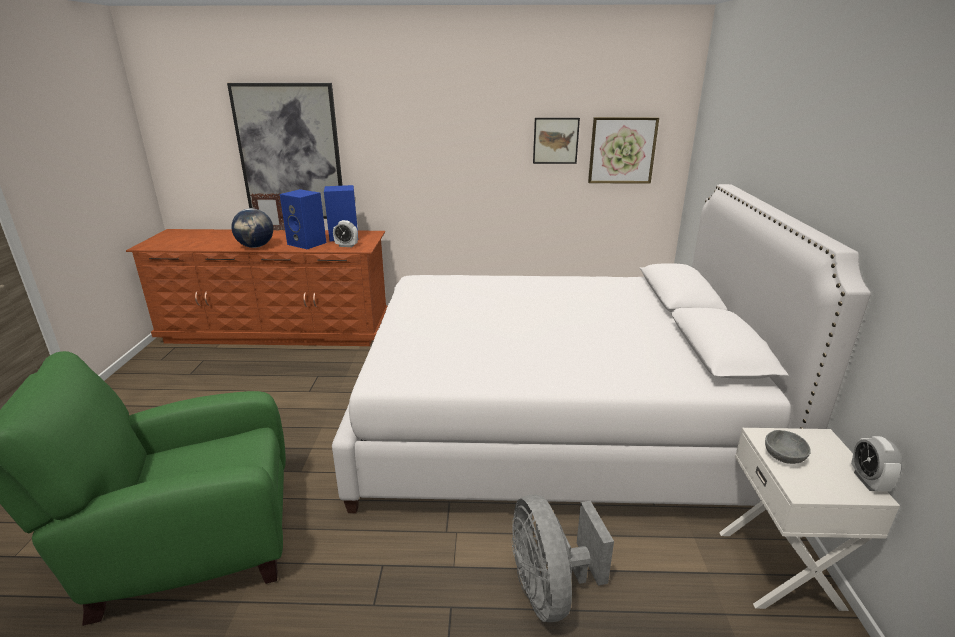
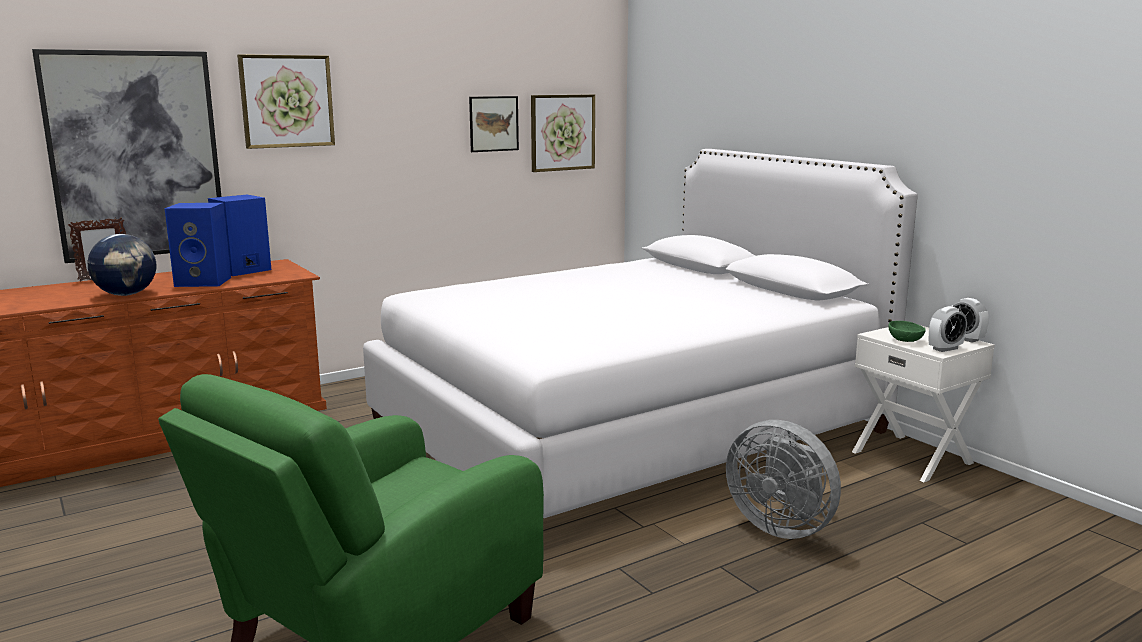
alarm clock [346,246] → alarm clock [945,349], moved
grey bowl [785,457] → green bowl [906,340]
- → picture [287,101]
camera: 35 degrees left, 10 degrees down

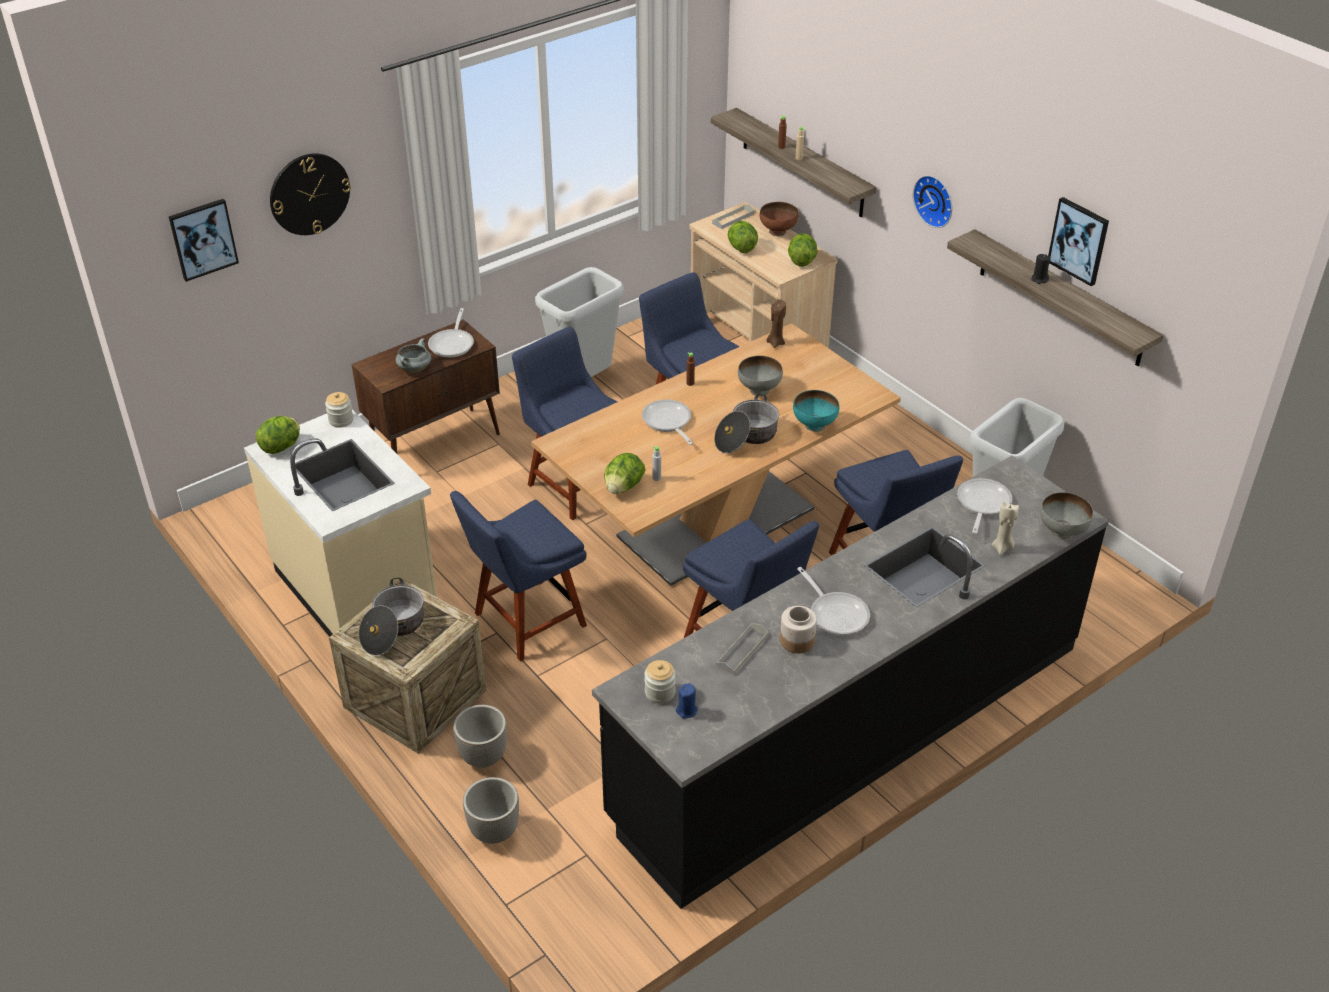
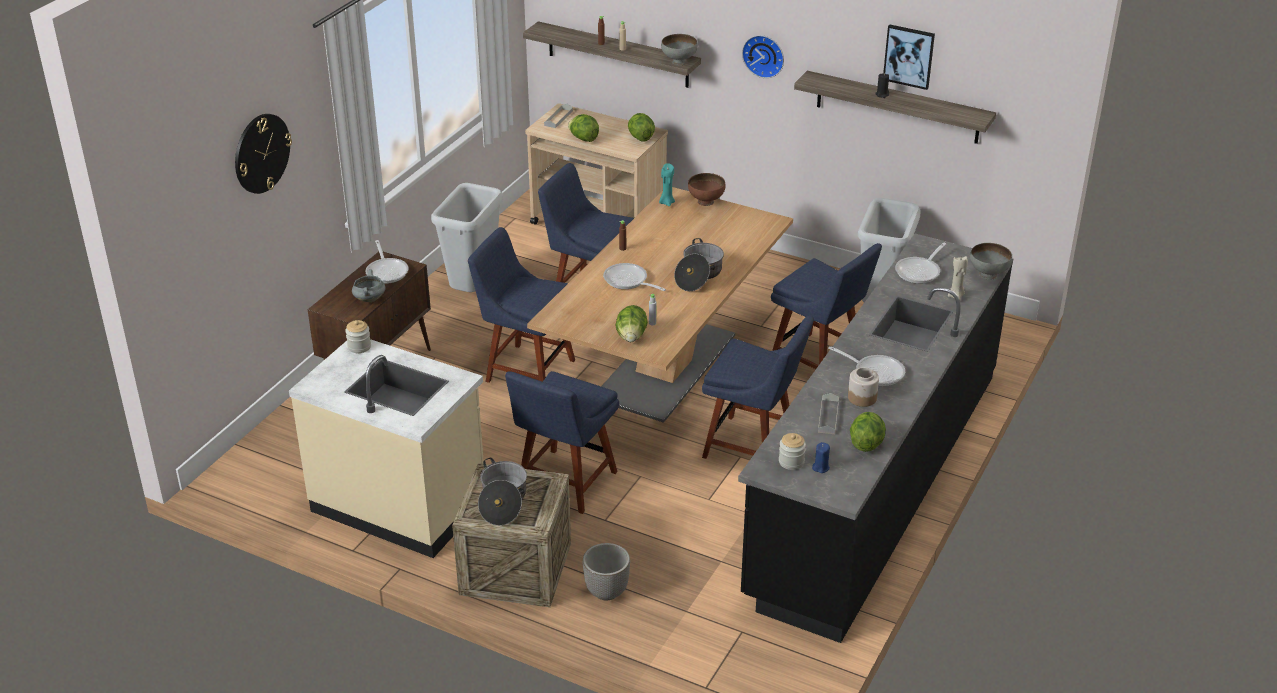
picture [203,239] → -
lettuce [282,447] → lettuce [866,443], moved
planter [494,831] → -
grey bowl [759,390] → grey bowl [679,61], moved
brown bowl [778,232] → brown bowl [706,202], moved
brown candle [775,343] → turquoise candle [666,202]
turquoise bowl [814,425] → -
frying pan [982,504] → frying pan [920,271], 135 degrees counterclockwise
camera: 25 degrees left, 5 degrees down

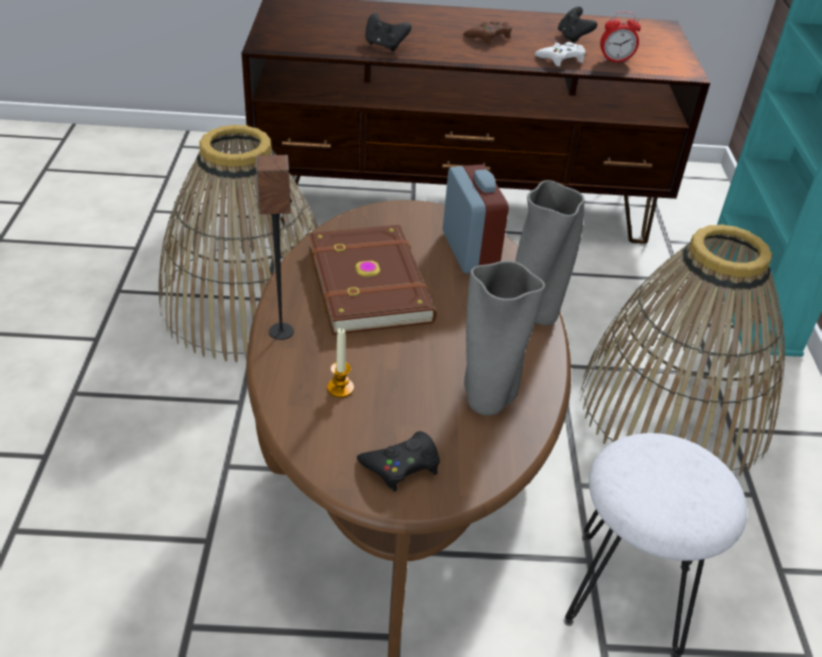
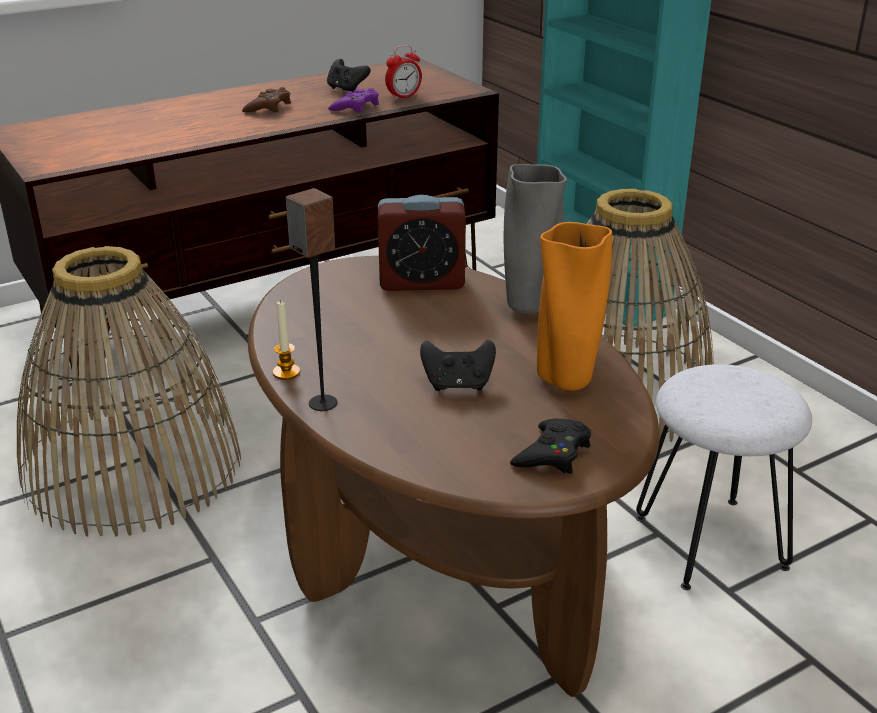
brown book [372,283] → -
candle [340,388] → candle [286,372], moved
black game controller [385,46] → black game controller [458,385], moved
alarm clock [470,251] → alarm clock [421,282], 135 degrees clockwise
grey vase [487,401] → orange vase [565,381]
white game controller [561,59] → purple game controller [356,107]
camera: 30 degrees left, 10 degrees down

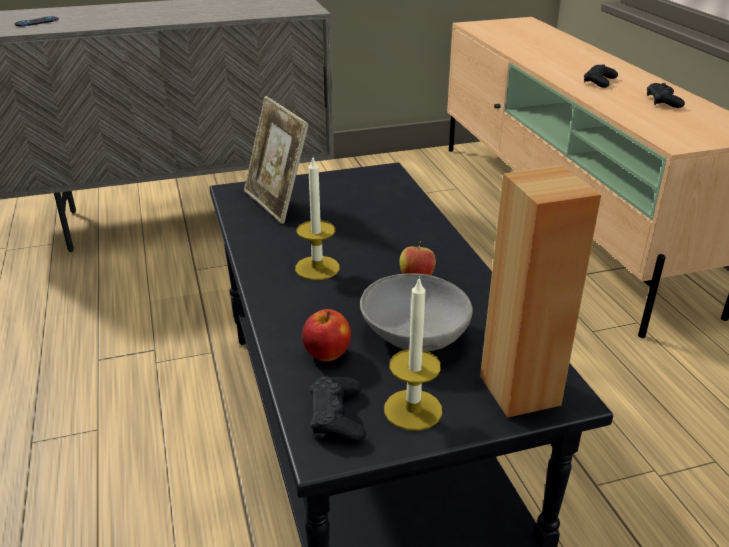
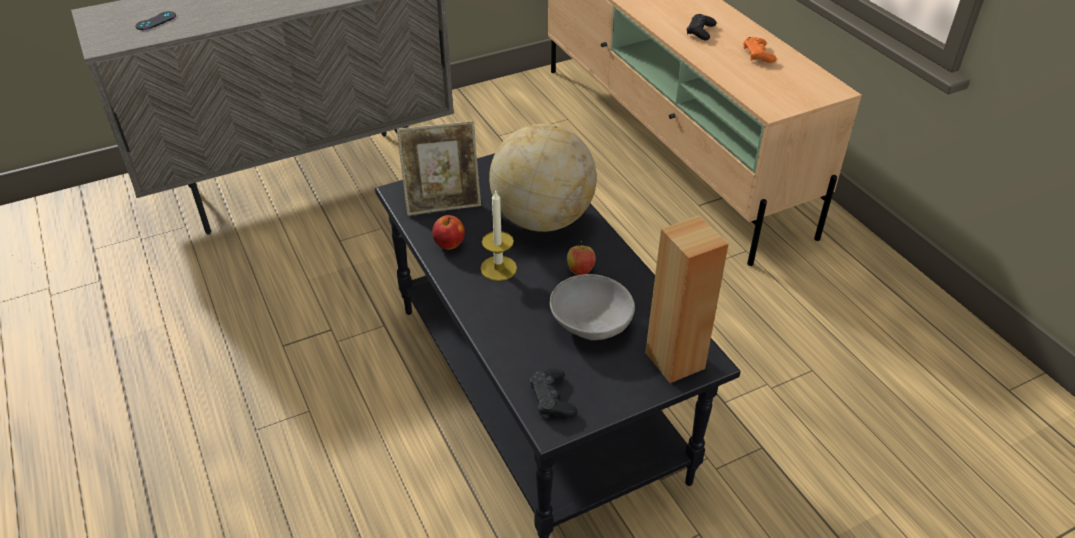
picture frame [277,203] → picture frame [443,202], 60 degrees counterclockwise
apple [327,354] → apple [449,244], moved
candle [413,409] → -
black game controller [663,101] → orange game controller [758,55]
- → globe [542,219]
camera: 10 degrees left, 10 degrees up

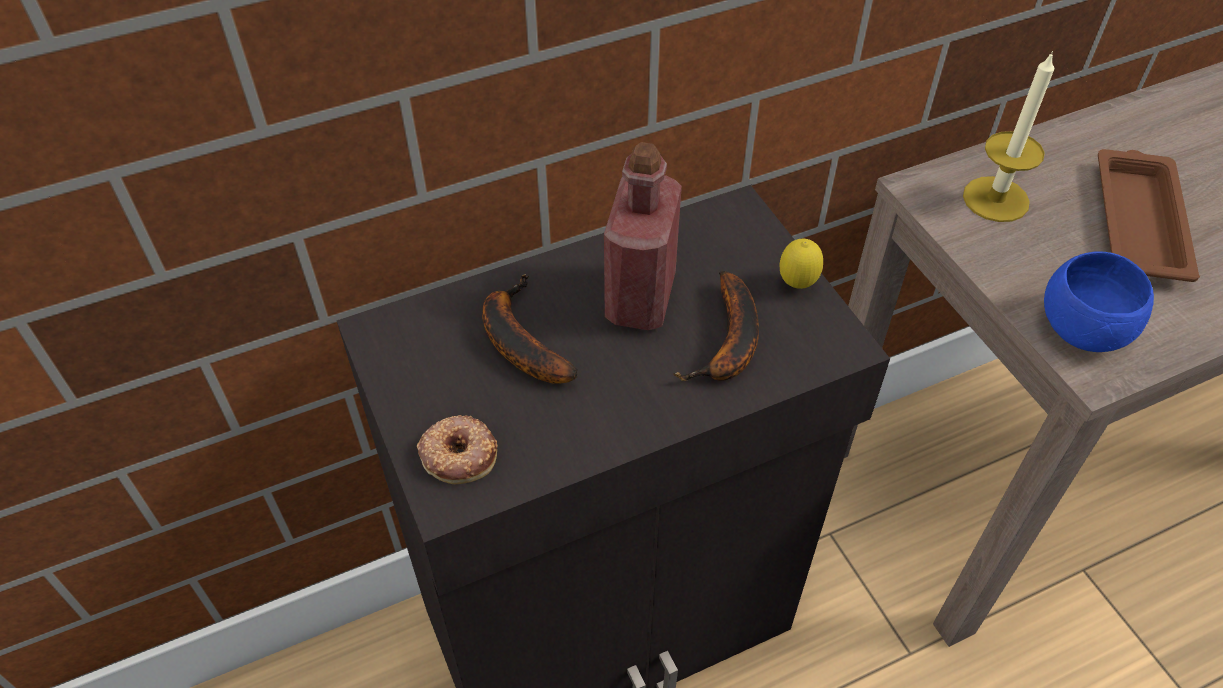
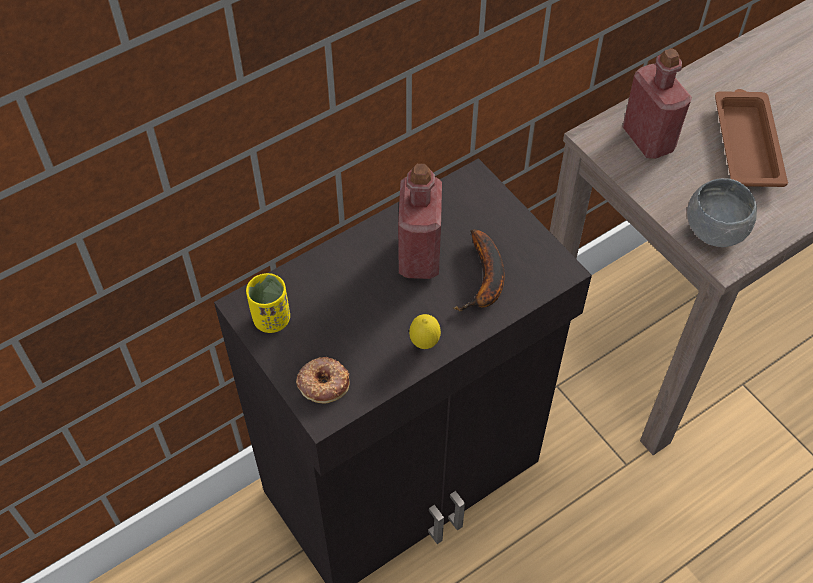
banana [518,340] → -
lemon [797,285] → lemon [424,343], moved
candle [995,199] → red bottle [648,139]
blue bowl [1082,329] → grey bowl [715,230]
- → yellow cup [271,319]
camera: 10 degrees left, 5 degrees up

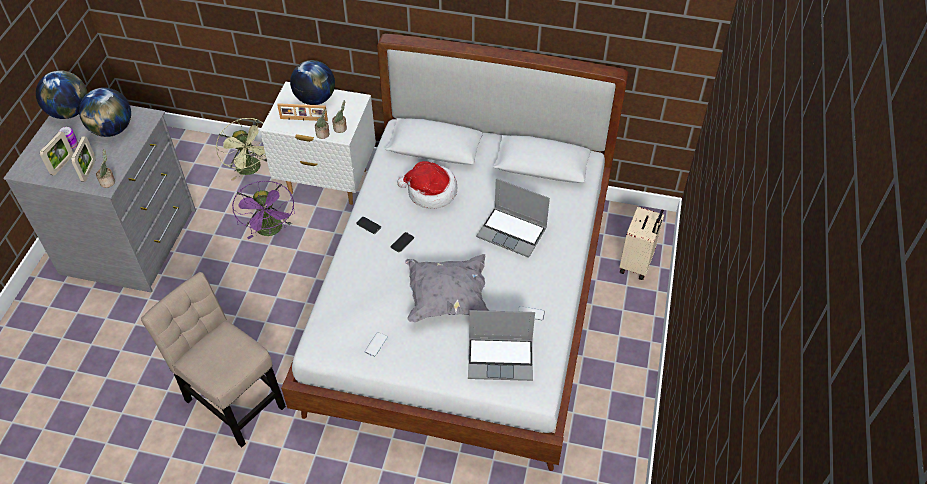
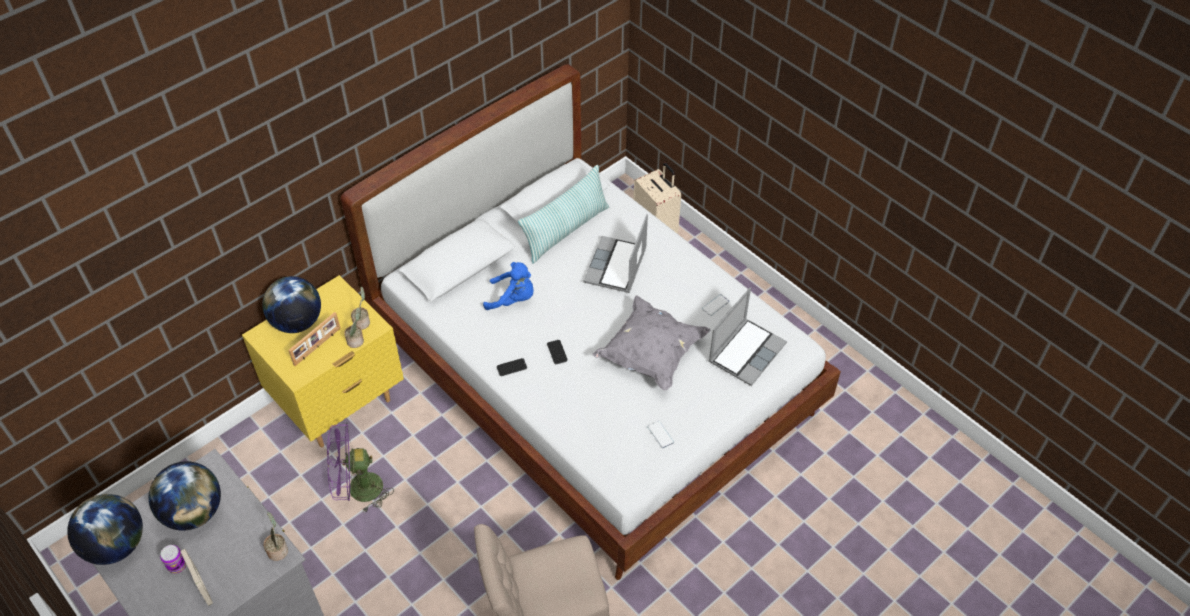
picture frame [89,170] → -
green fan [251,169] → -
purple fan [271,231] → purple fan [358,490], 150 degrees clockwise
white nightstand [328,182] → yellow nightstand [339,405]
hat [430,192] → blue plush toy [513,299]
laptop [513,232] → laptop [616,267], 135 degrees clockwise
- → pillow [566,230]
camera: 55 degrees left, 0 degrees up

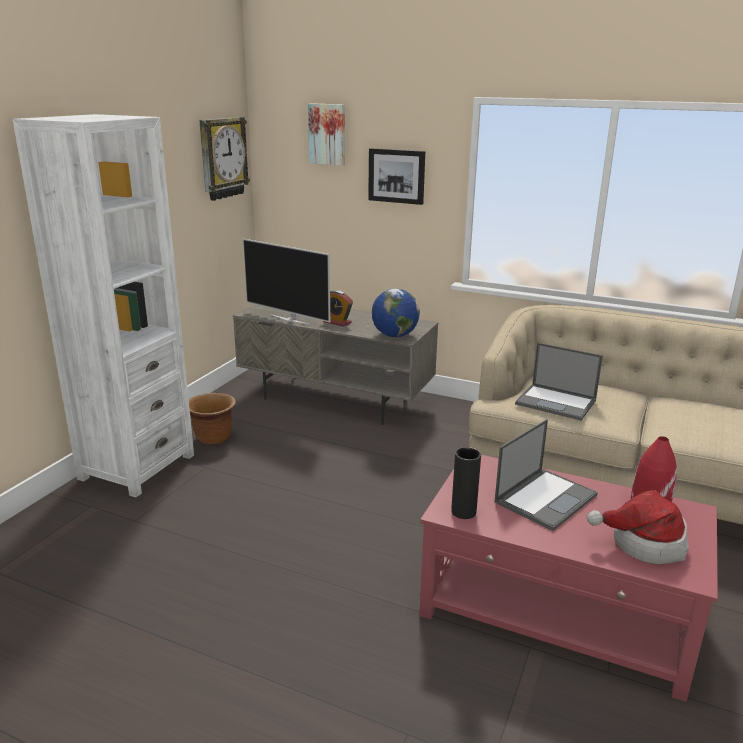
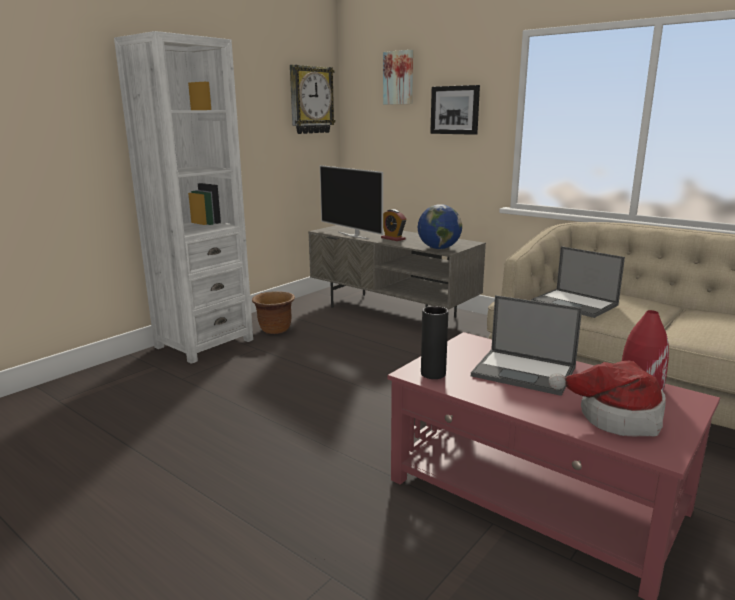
laptop [546,498] → laptop [525,372], 60 degrees clockwise
camera: 15 degrees right, 5 degrees down

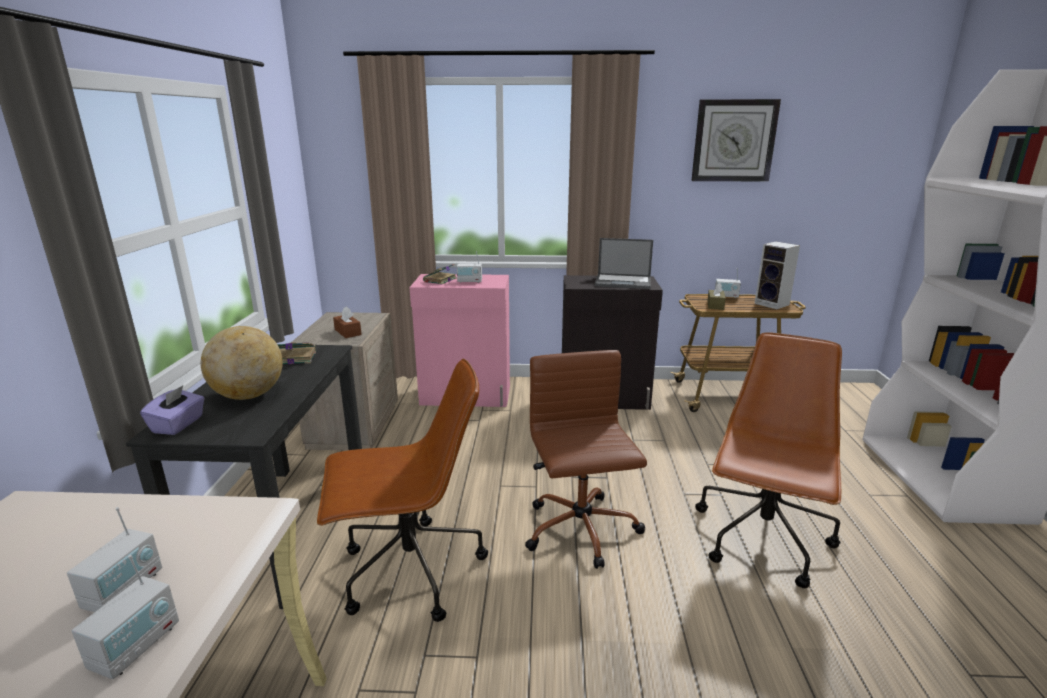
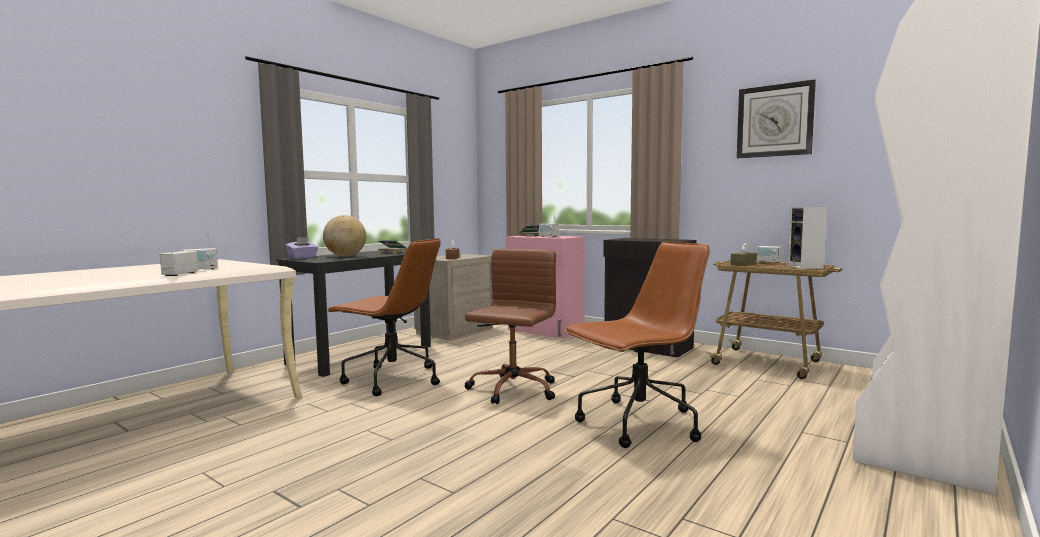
radio [136,646] → radio [179,274], 135 degrees clockwise
laptop [623,282] → -
camera: 35 degrees right, 15 degrees down

